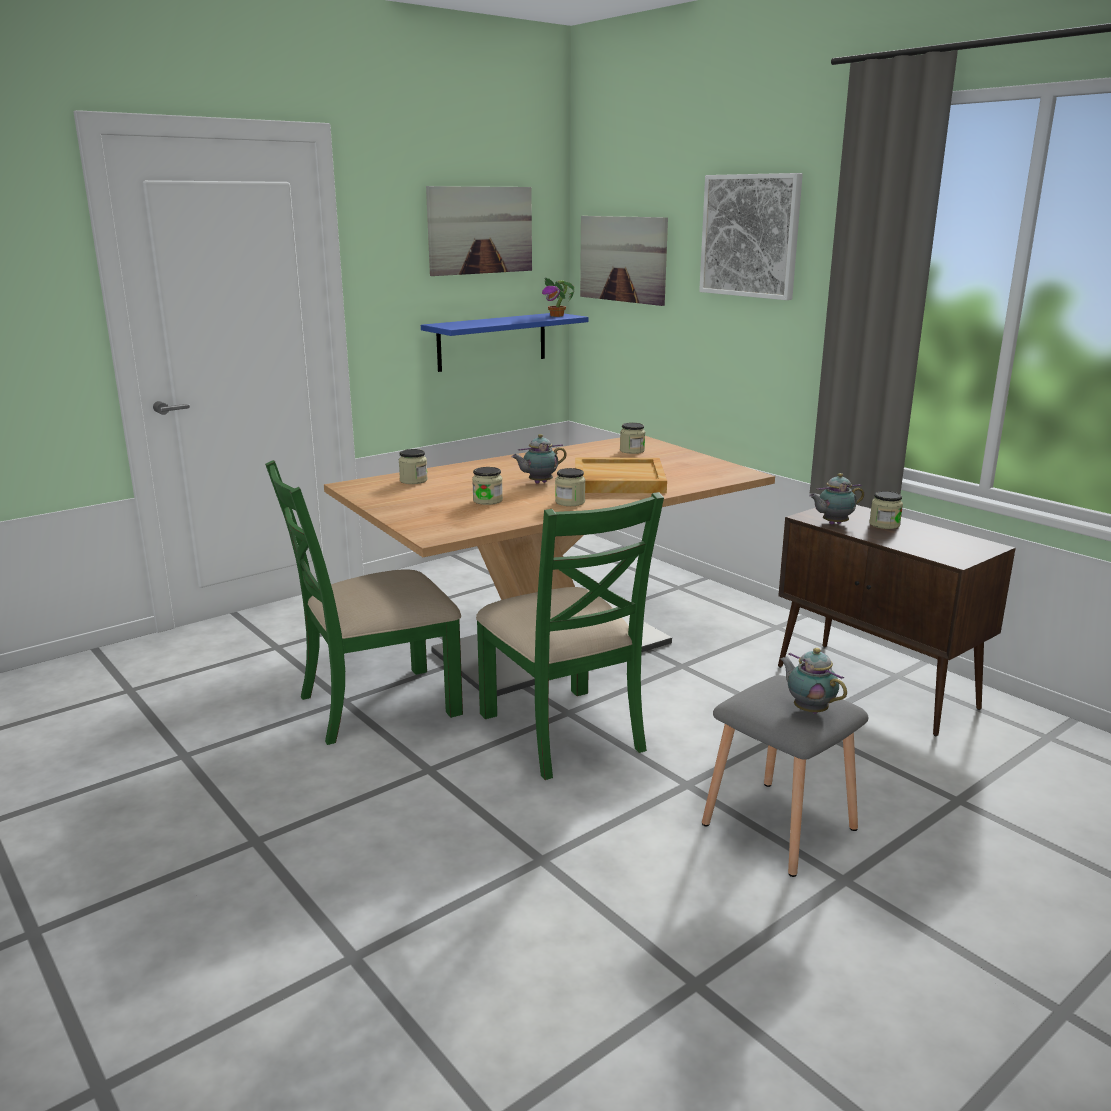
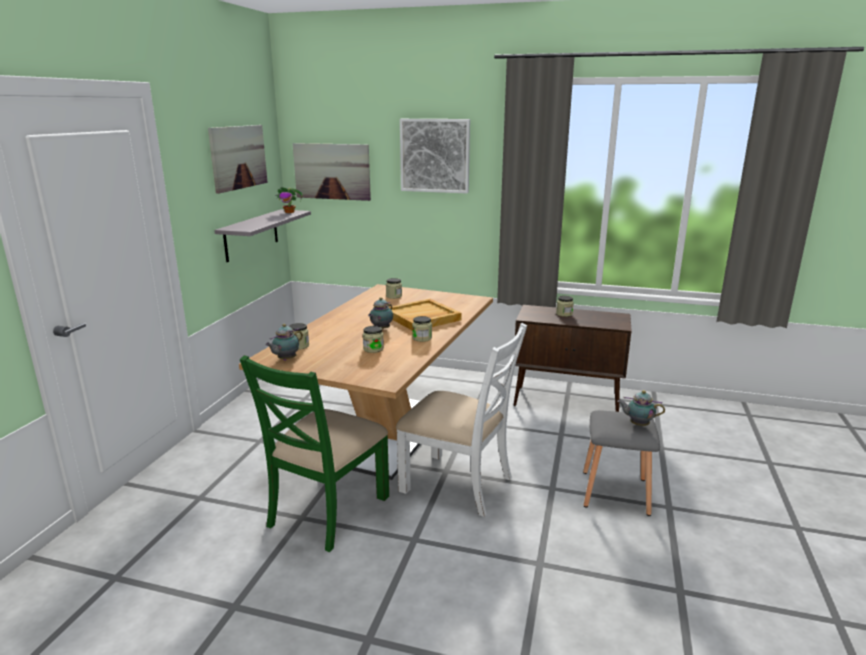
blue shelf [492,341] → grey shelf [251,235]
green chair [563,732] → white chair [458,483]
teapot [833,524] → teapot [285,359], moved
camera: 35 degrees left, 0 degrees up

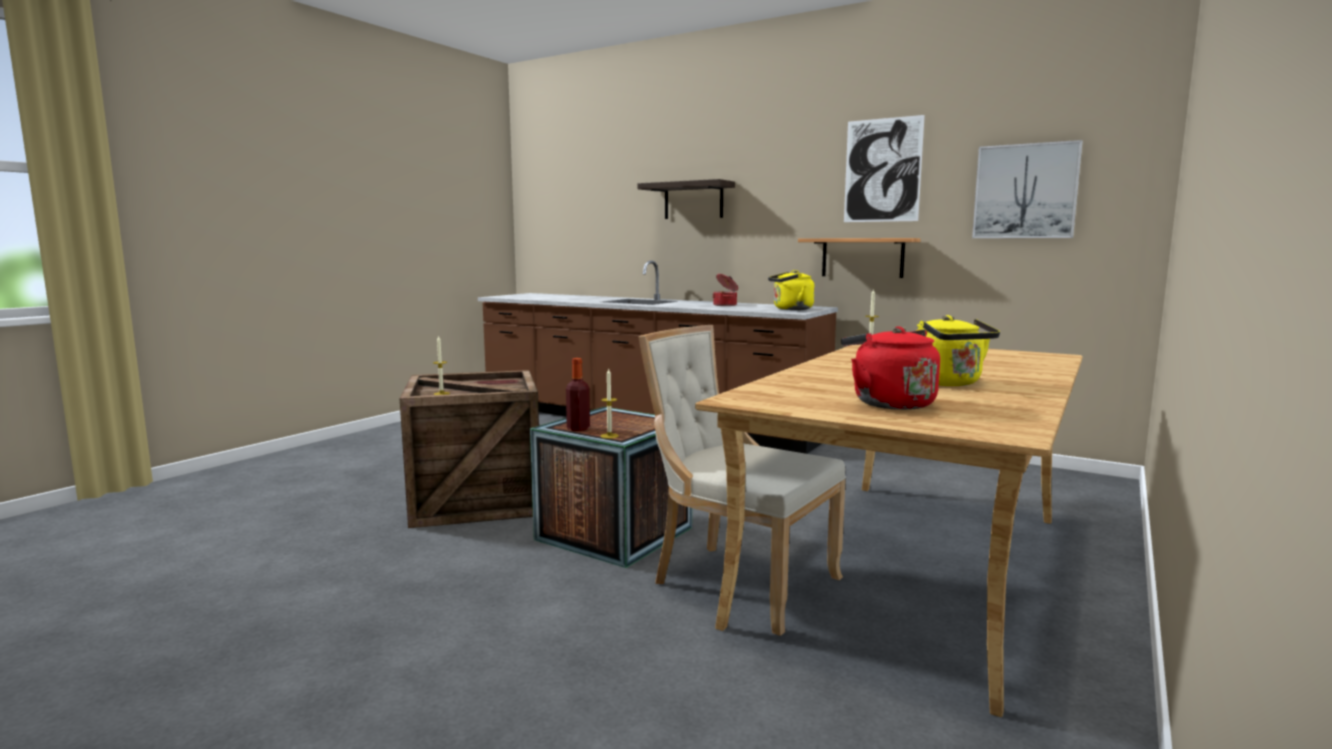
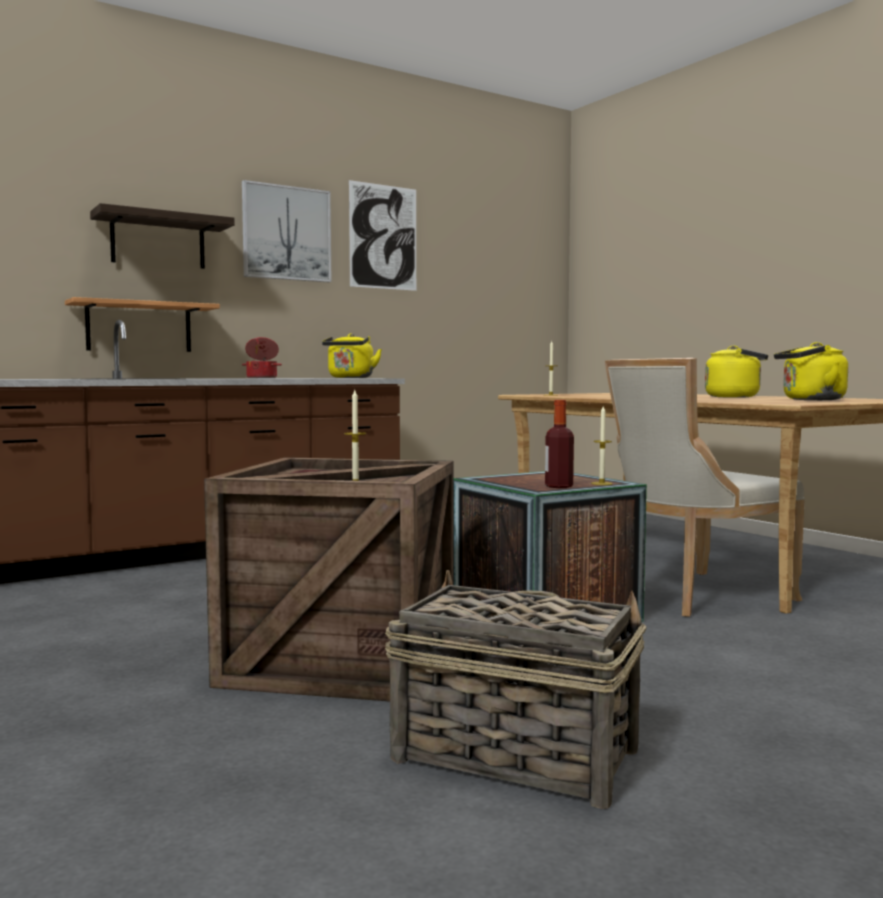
shelf [862,257] → shelf [139,327], moved
red kettle [889,403] → yellow kettle [810,400]
picture [1025,191] → picture [286,233], moved
- → basket [513,754]
camera: 65 degrees left, 5 degrees down

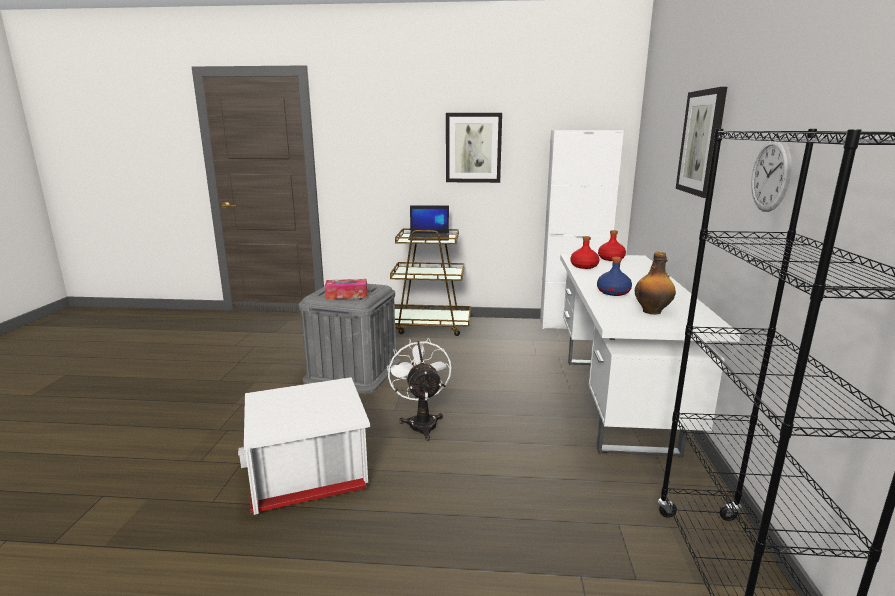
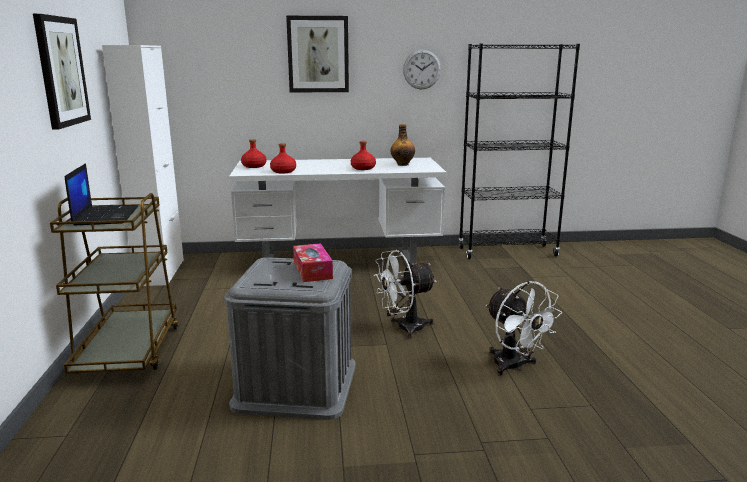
white storage box [309,472] → white fan [514,367]
blue bottle [613,292] → red bottle [363,168]
camera: 100 degrees left, 0 degrees up

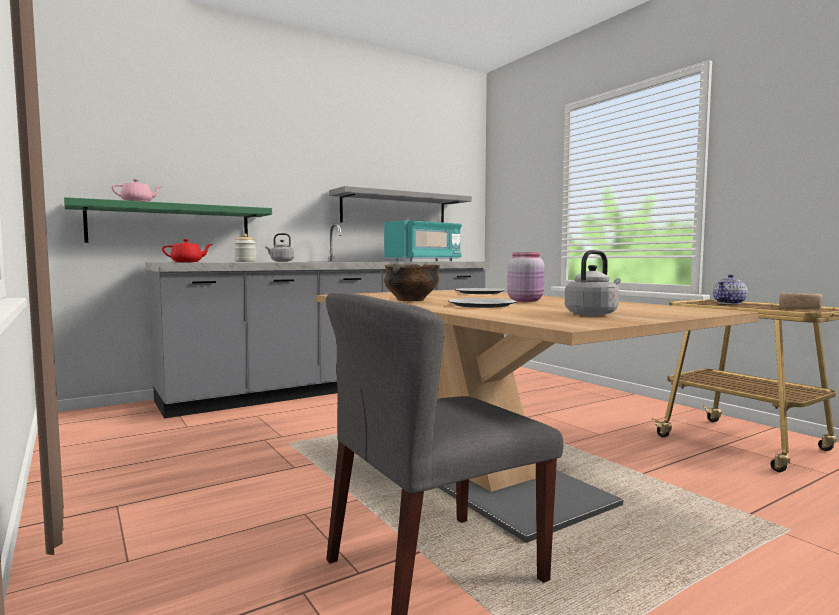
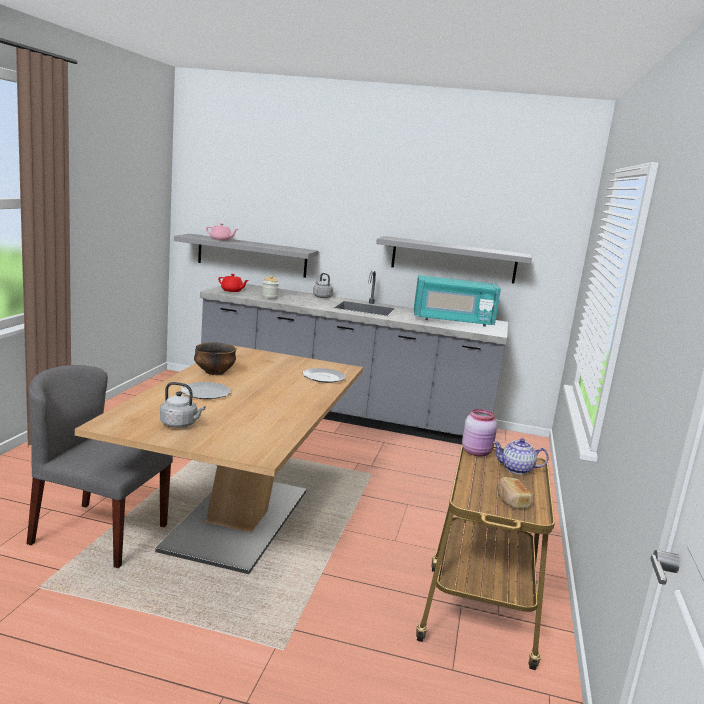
green shelf [171,225] → grey shelf [252,255]
pink jar [525,300] → pink jar [477,452], moved
camera: 45 degrees right, 10 degrees up

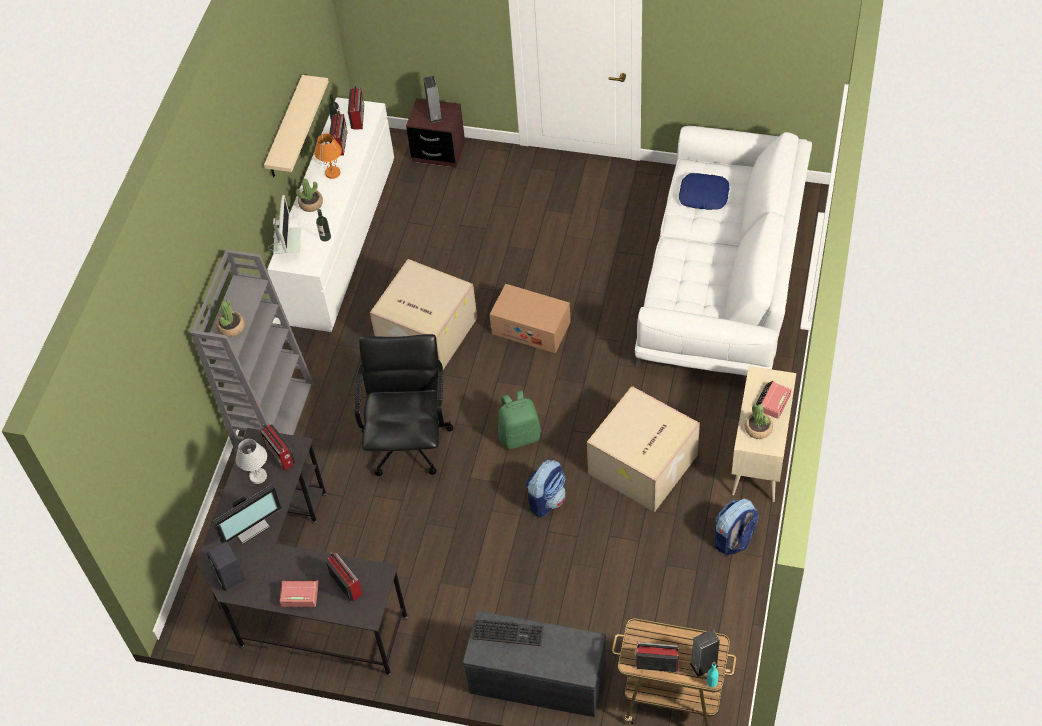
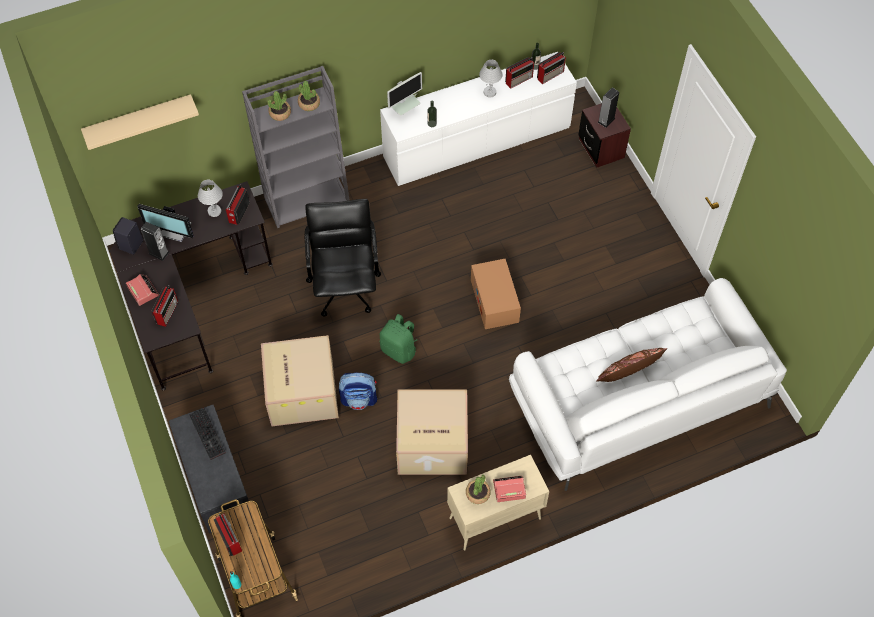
beige shelf [285,129] → beige shelf [139,120], moved
potted plant [311,203] → potted plant [309,103], moved
orange table lamp [332,173] → white table lamp [489,92]
black office chair [408,441] → black office chair [345,286], 60 degrees counterclockwise
cardboard box [425,332] → cardboard box [301,391], moved
blue pillow [703,196] → -
speaker [704,665] → speaker [159,253], moved
backpack [734,539] → -
- → brown pillow [629,372]
camera: 50 degrees right, 5 degrees up

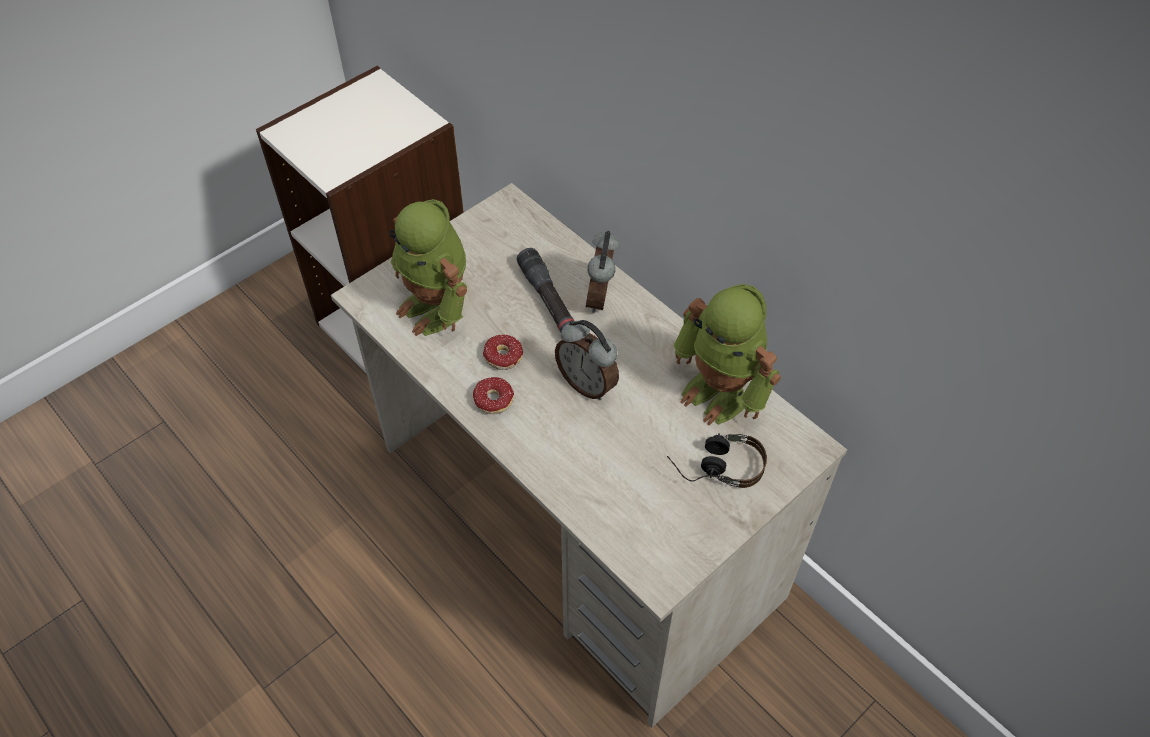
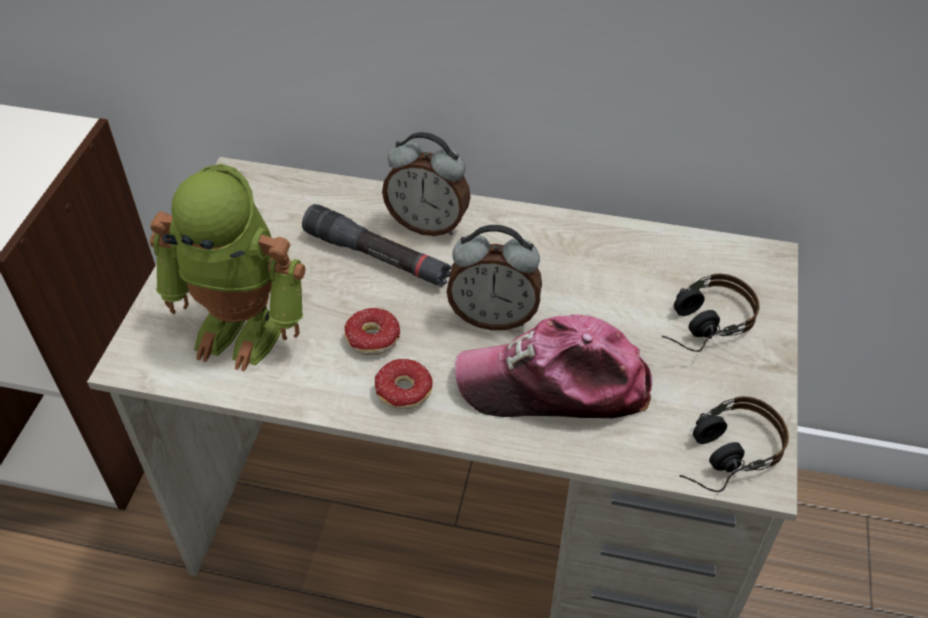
alarm clock [601,298] → alarm clock [428,224], 45 degrees counterclockwise
toy robot [721,392] → -
- → cap [555,385]
- → headphones [720,456]
camera: 35 degrees left, 5 degrees down

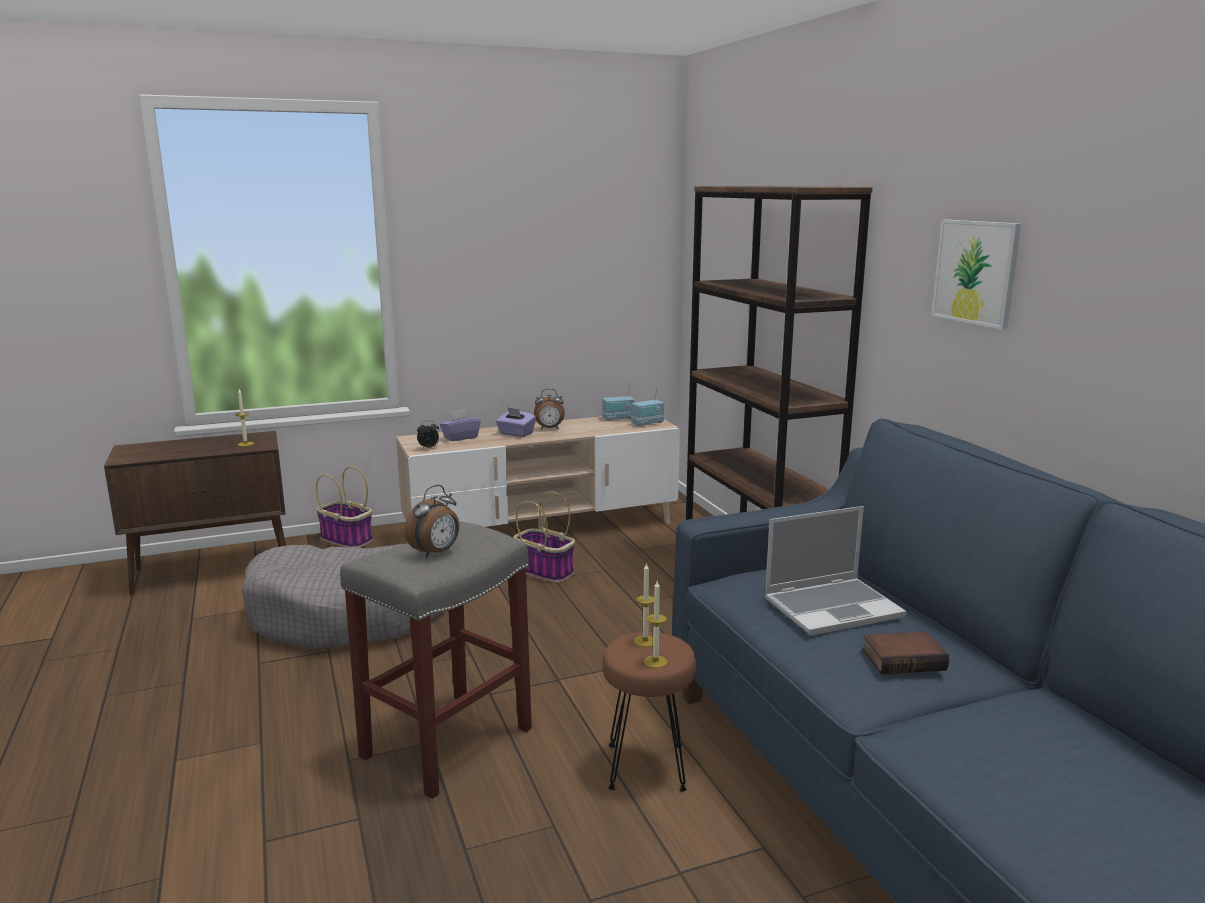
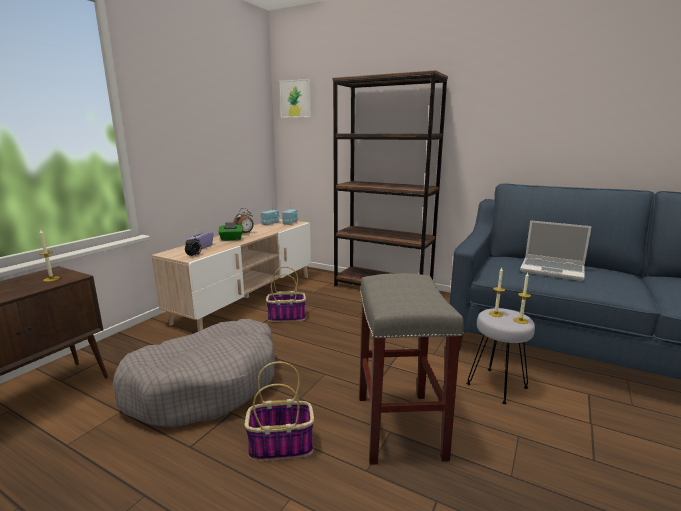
basket [347,539] → basket [282,445], moved
alarm clock [436,552] → -
purple tissue box [516,434] → green tissue box [231,239]
brown stool [648,767] → grey stool [497,385]
laptop [833,607] → laptop [553,270], 90 degrees clockwise
book [903,659] → -
picture [976,272] → picture [295,99], moved
camera: 40 degrees left, 0 degrees up

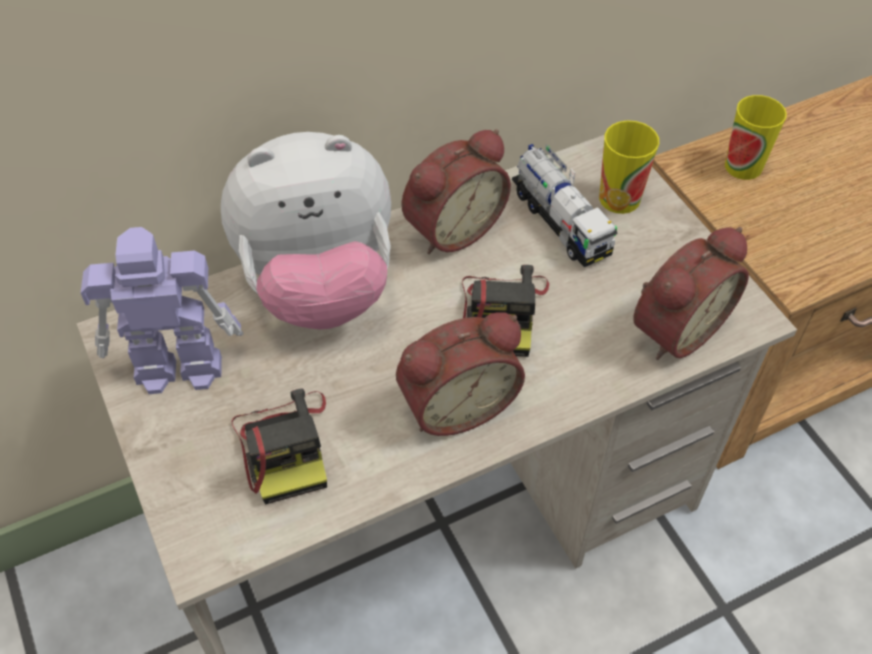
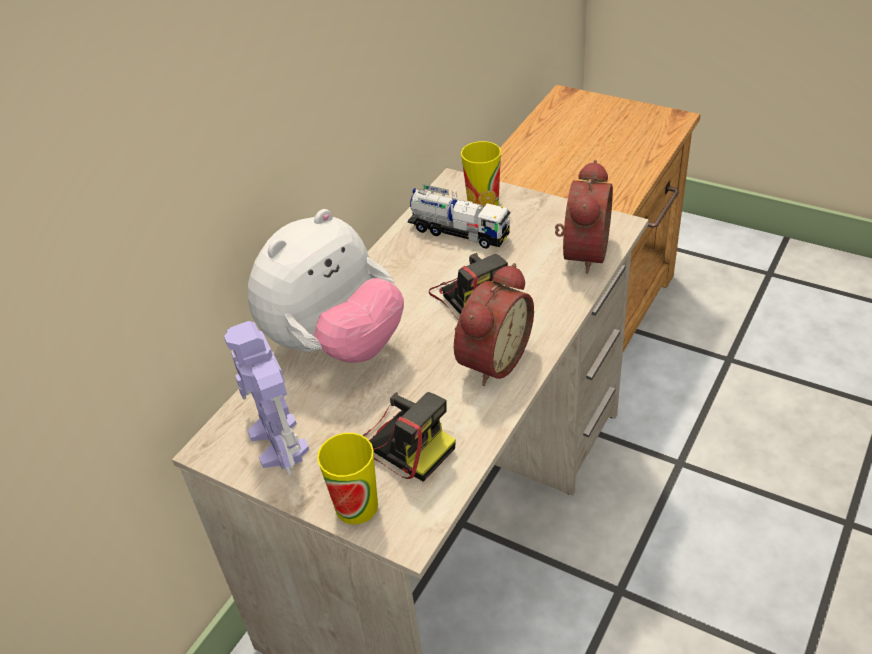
toy robot [176,368] → toy robot [279,443], 75 degrees counterclockwise
alarm clock [451,227] → -
cup [743,166] → cup [356,506], moved
camera: 30 degrees left, 10 degrees down

